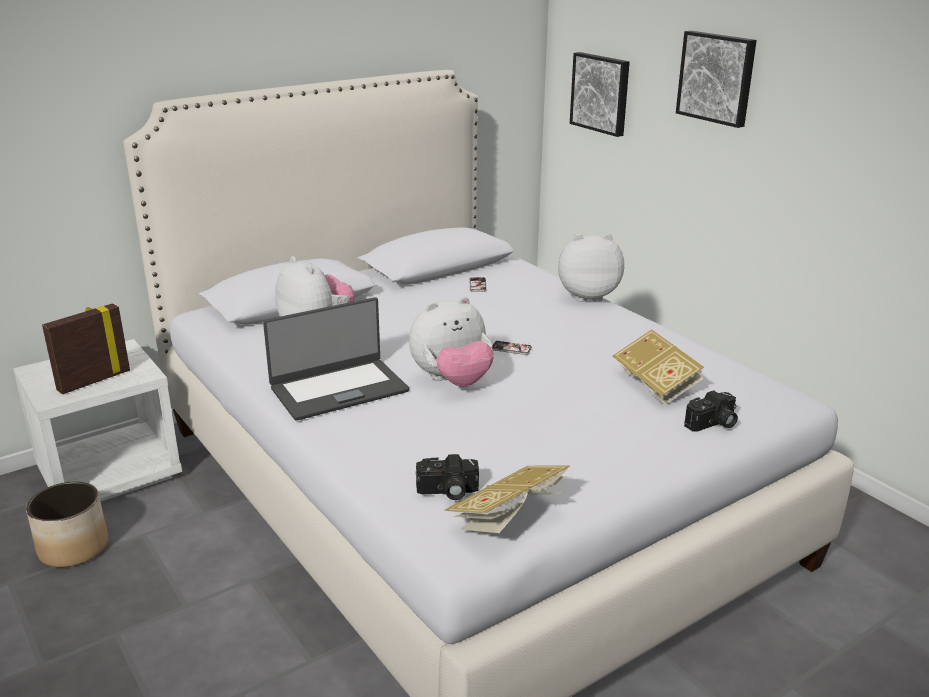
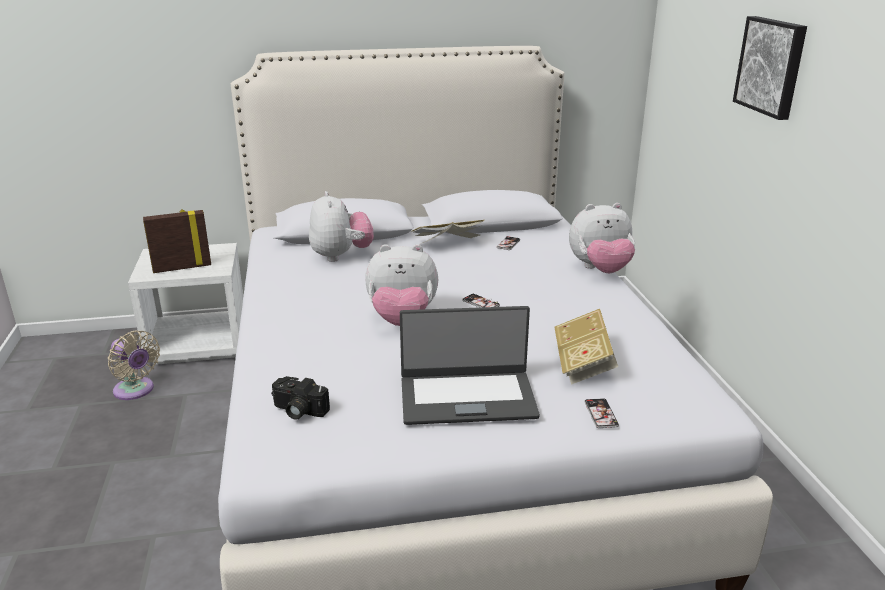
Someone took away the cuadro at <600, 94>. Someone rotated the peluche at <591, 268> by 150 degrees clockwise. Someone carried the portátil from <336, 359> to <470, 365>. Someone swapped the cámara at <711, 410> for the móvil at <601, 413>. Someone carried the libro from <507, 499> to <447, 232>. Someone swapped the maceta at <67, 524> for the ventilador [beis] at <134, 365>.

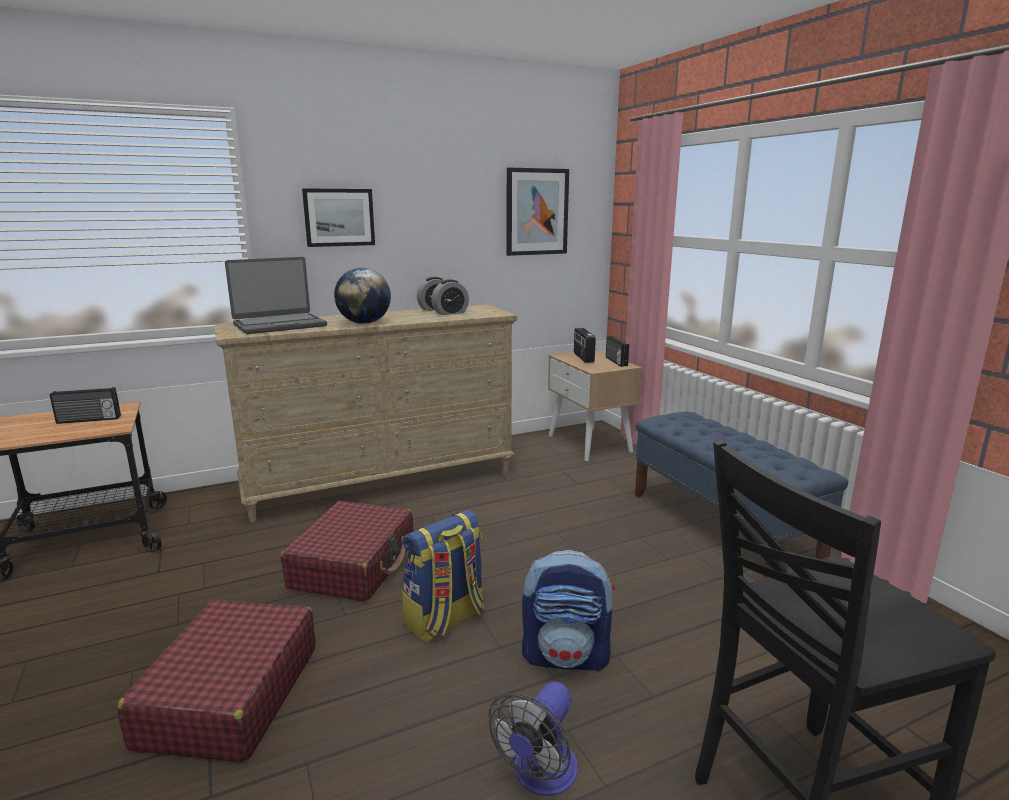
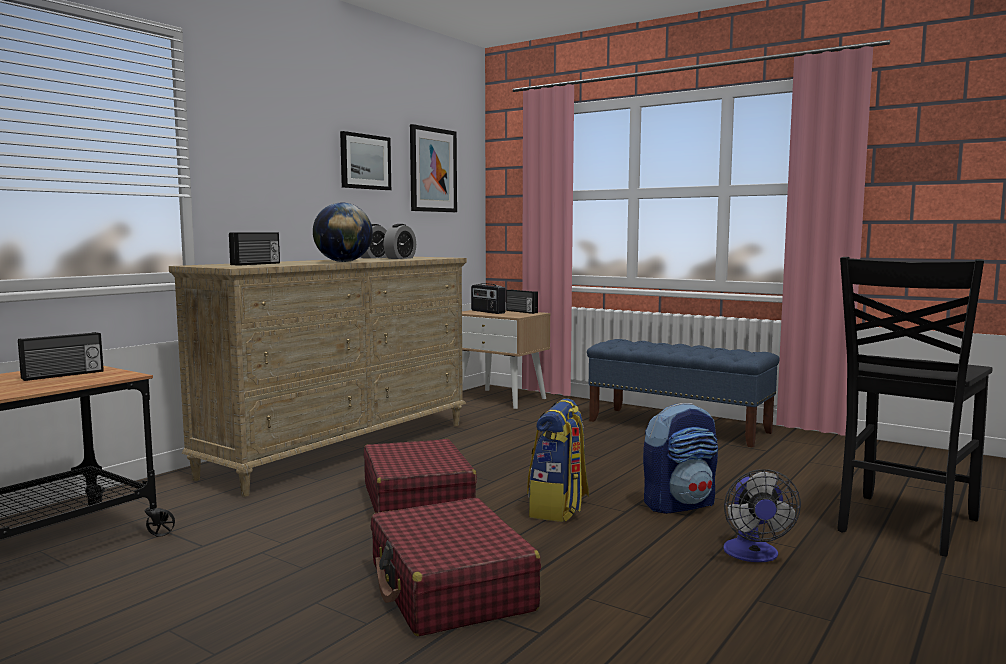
Someone carried the cuadro from <338, 217> to <365, 160>. Someone swapped the portátil at <276, 295> for the radio at <254, 249>.

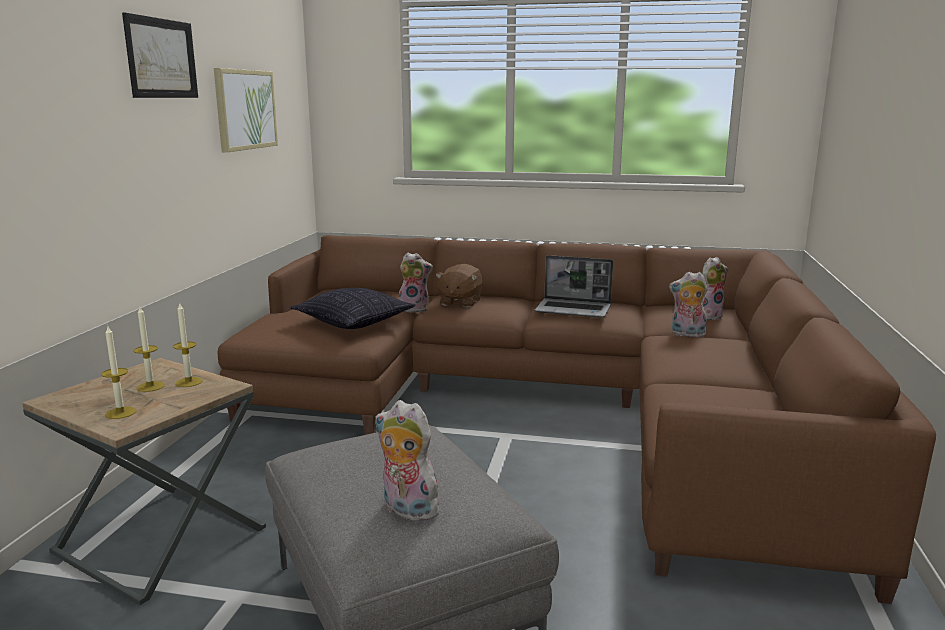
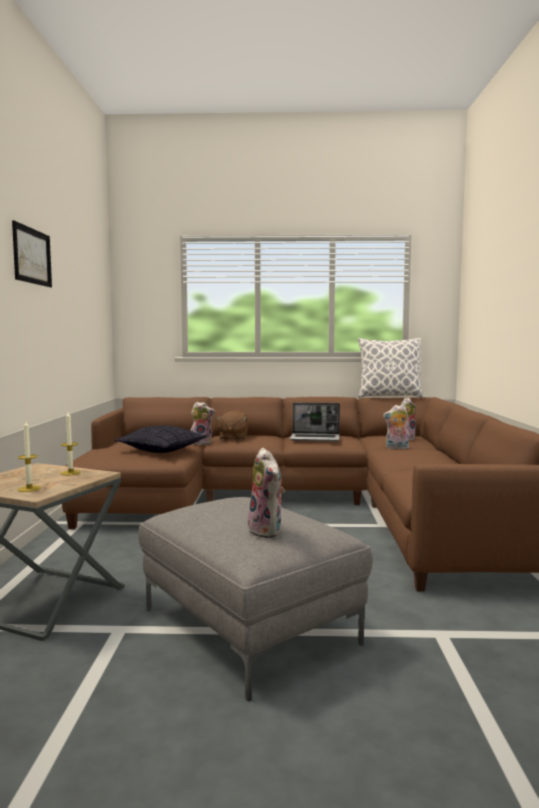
Someone took away the cuadro at <246, 110>. Someone took away the vela at <149, 349>. Someone rotated the peluche at <409, 460> by 135 degrees counterclockwise. Someone put down the cojín at <390, 368>.

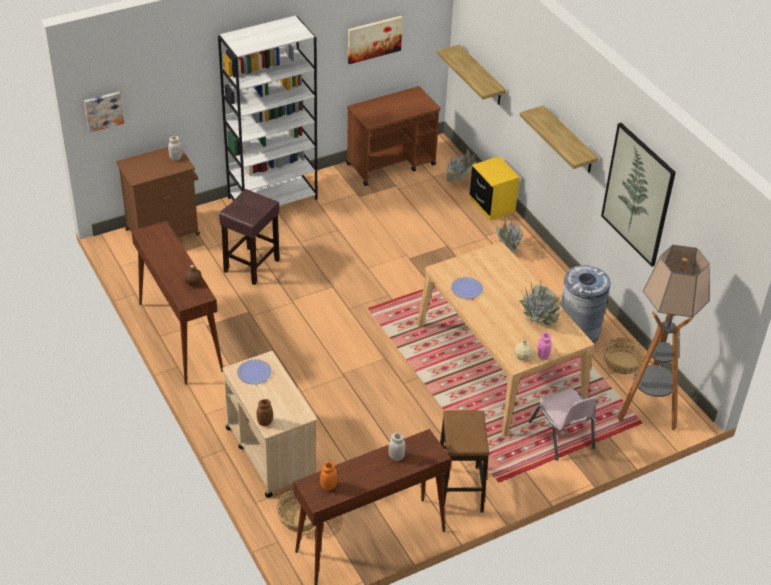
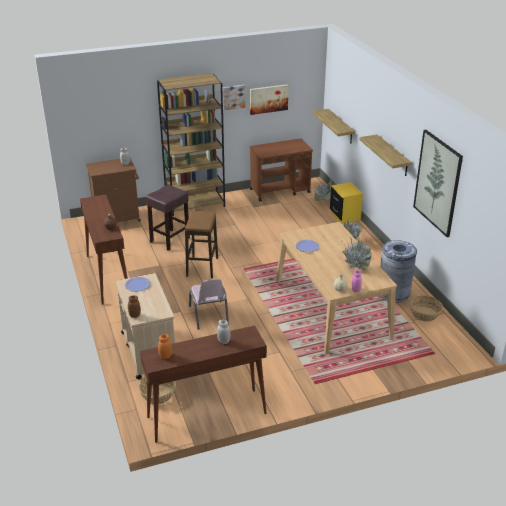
Someone repainted the estantería [blanco] at <267, 111>, which became the estantería [marrón] at <191, 144>. Someone carried the cuadro from <104, 112> to <234, 97>. Someone took away the lámpara de pie at <663, 337>. Someone carried the silla [rosa] from <563, 425> to <209, 304>. Someone carried the taburete from <464, 461> to <201, 244>.

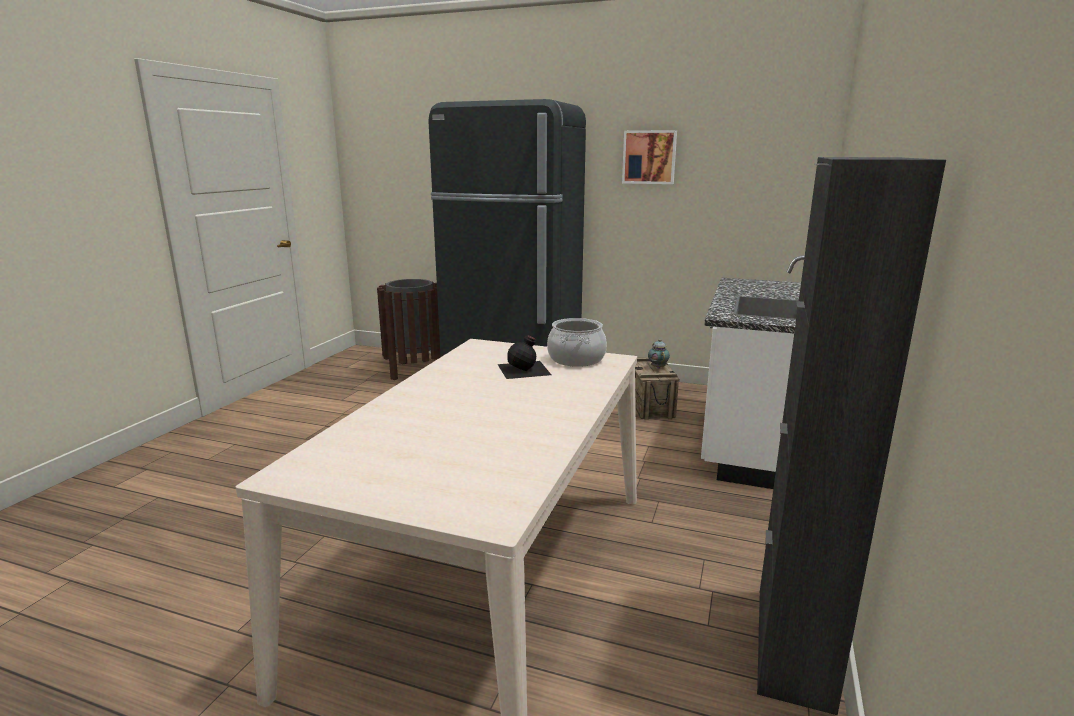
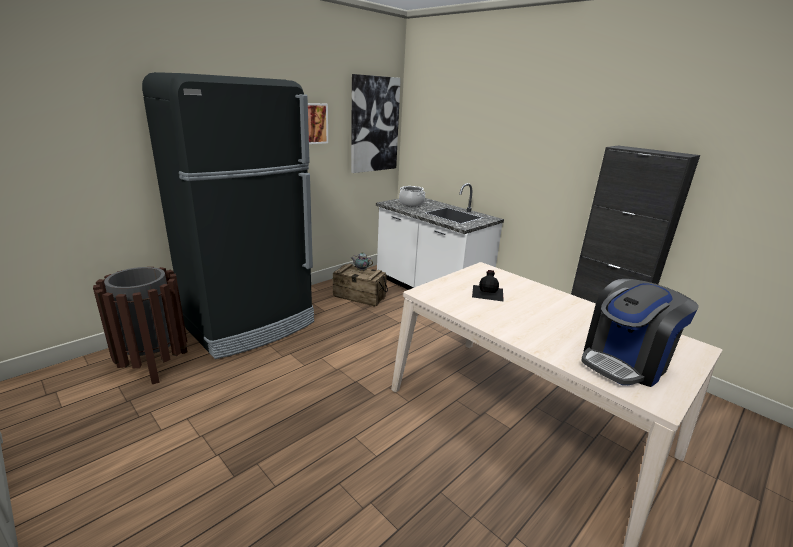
Someone carried the olla from <577, 342> to <412, 196>. Someone put up the cuadro at <376, 123>. Someone put down the cafetera at <640, 333>.

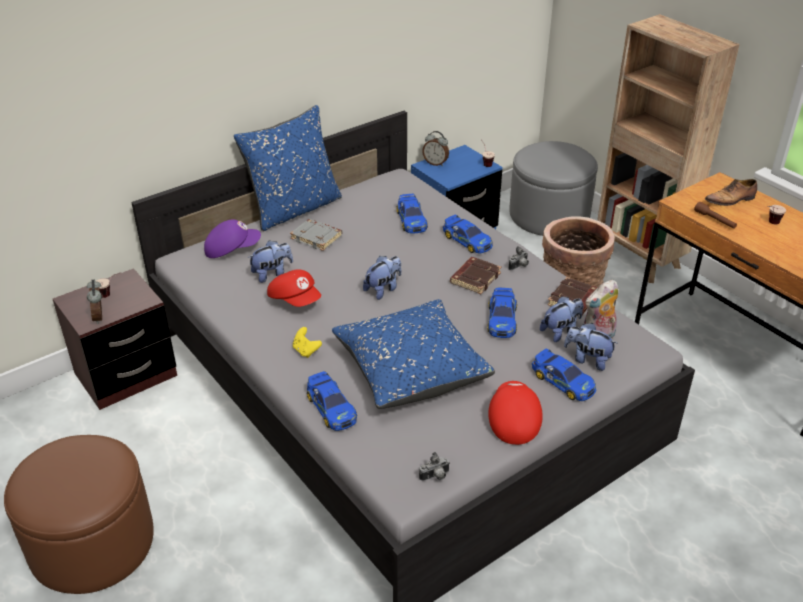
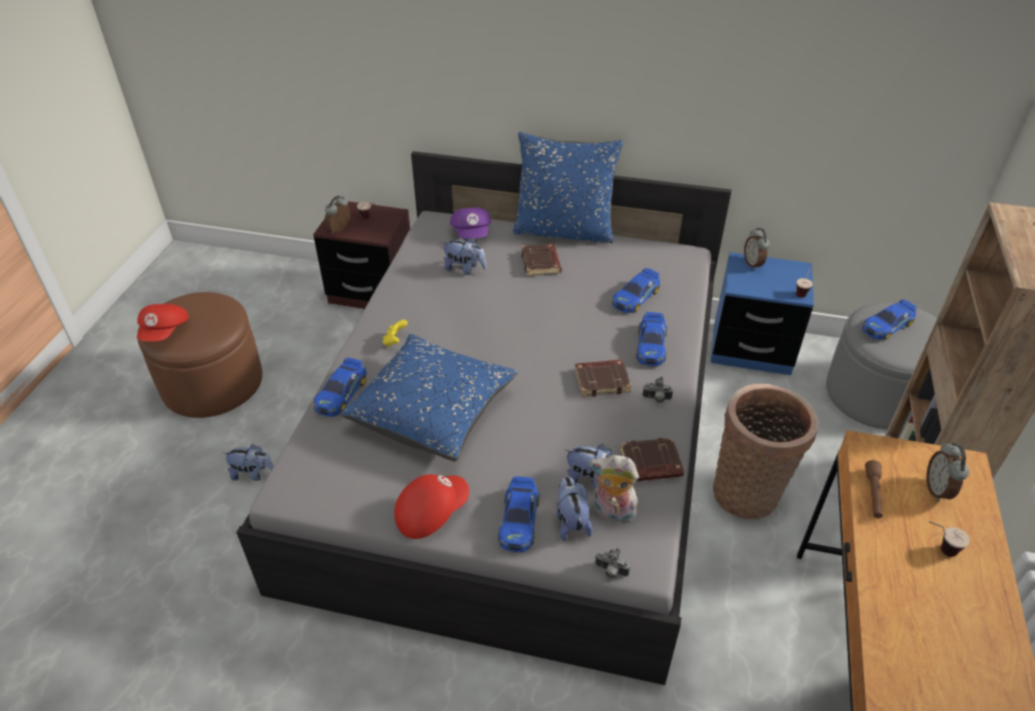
Someone swapped the zapato at <731, 192> for the despertador at <947, 472>. Someone rotated the gorra [morado] at <232, 238> by 45 degrees clockwise. Someone repainted the libro [gris] at <316, 235>, which became the libro [marrón] at <541, 259>. Someone carried the peluche from <382, 278> to <248, 462>. Someone carried the gorra [rojo] from <294, 288> to <163, 322>. Someone carried the coche de juguete from <502, 312> to <889, 319>. Someone carried the cámara from <434, 466> to <612, 563>.

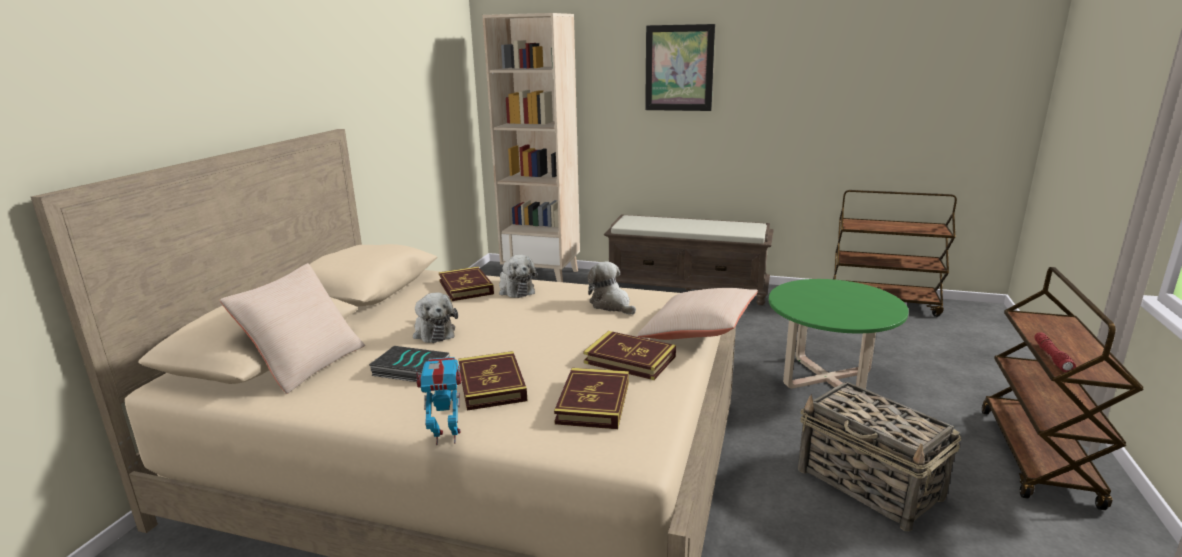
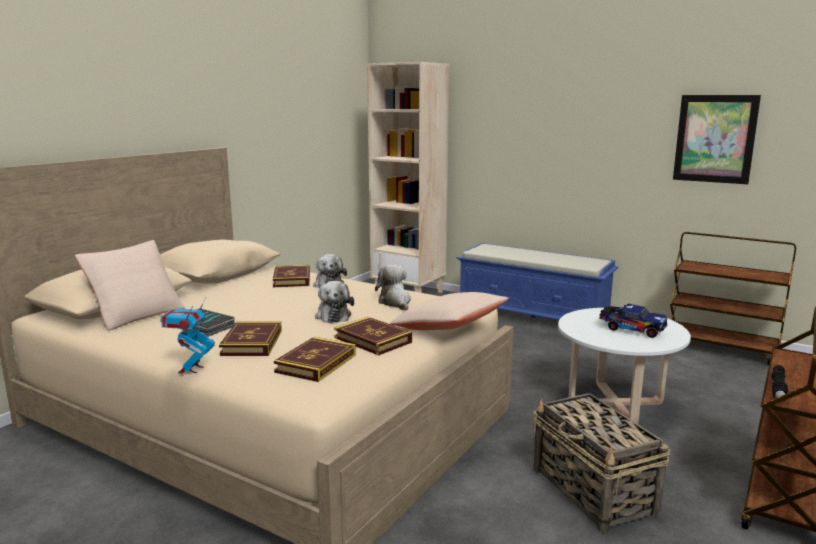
Someone carried the cuadro from <680, 67> to <717, 139>. Someone repainted the banco [marrón] at <689, 259>, which became the banco [azul] at <538, 281>. Someone repainted the mesa de centro [verde] at <839, 334>, which became the mesa de centro [blanco] at <624, 366>. Someone carried the peluche from <435, 318> to <334, 302>. Someone repainted the linterna [rojo] at <1055, 352>, which became the linterna [negro] at <780, 383>. Someone rotated the robot de juguete at <437, 401> by 90 degrees counterclockwise. Someone put down the camión de juguete at <633, 320>.

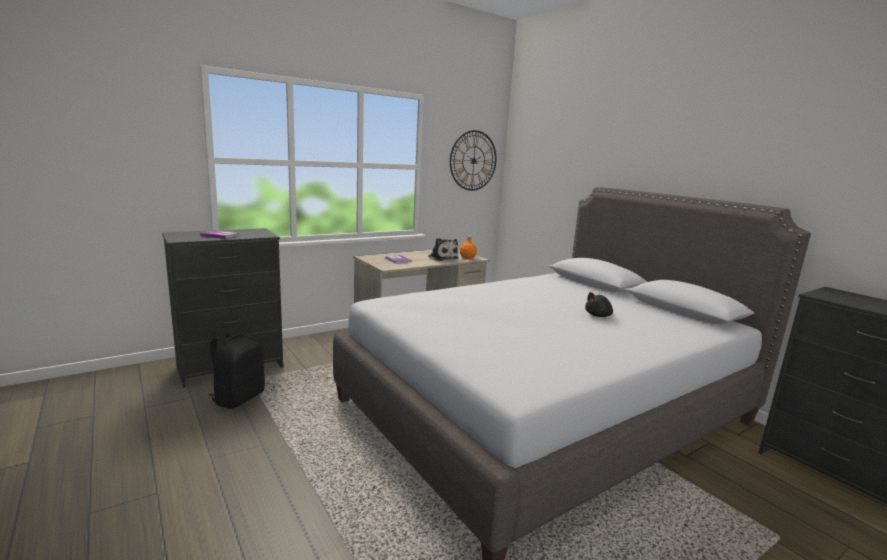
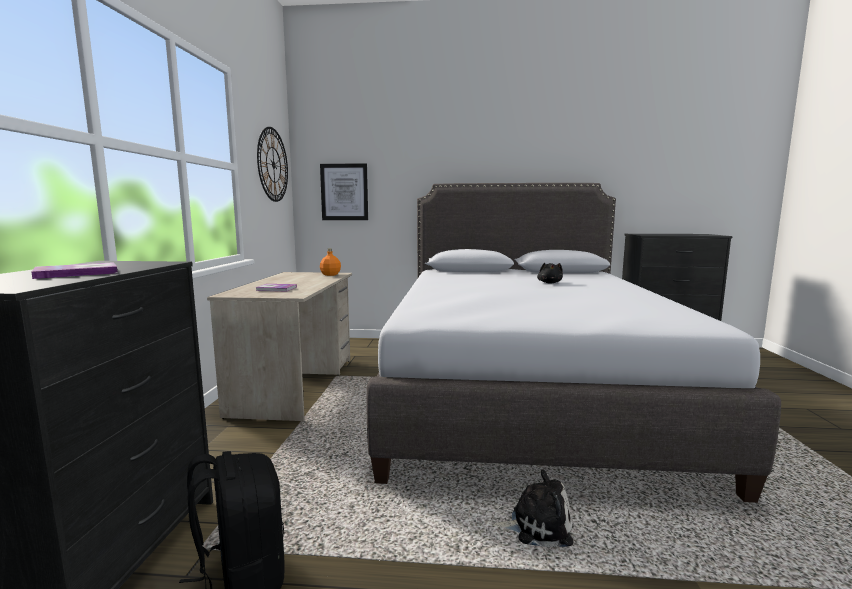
Someone carried the peluche from <443, 249> to <533, 509>. Someone put up the cuadro at <344, 191>.

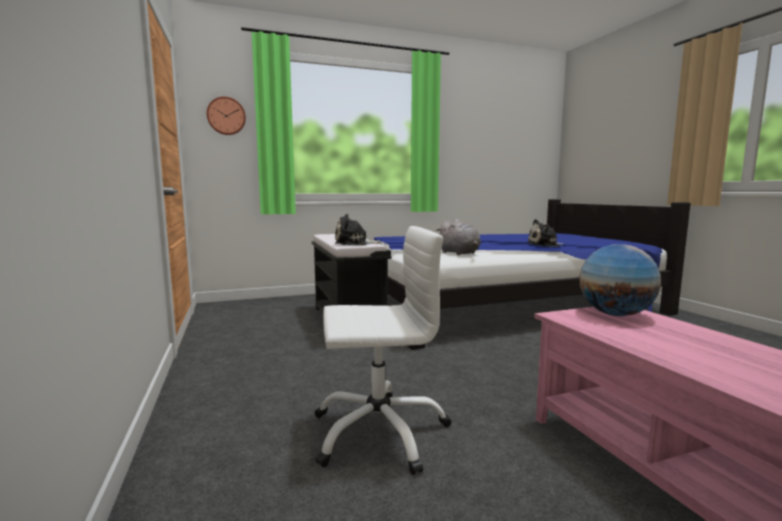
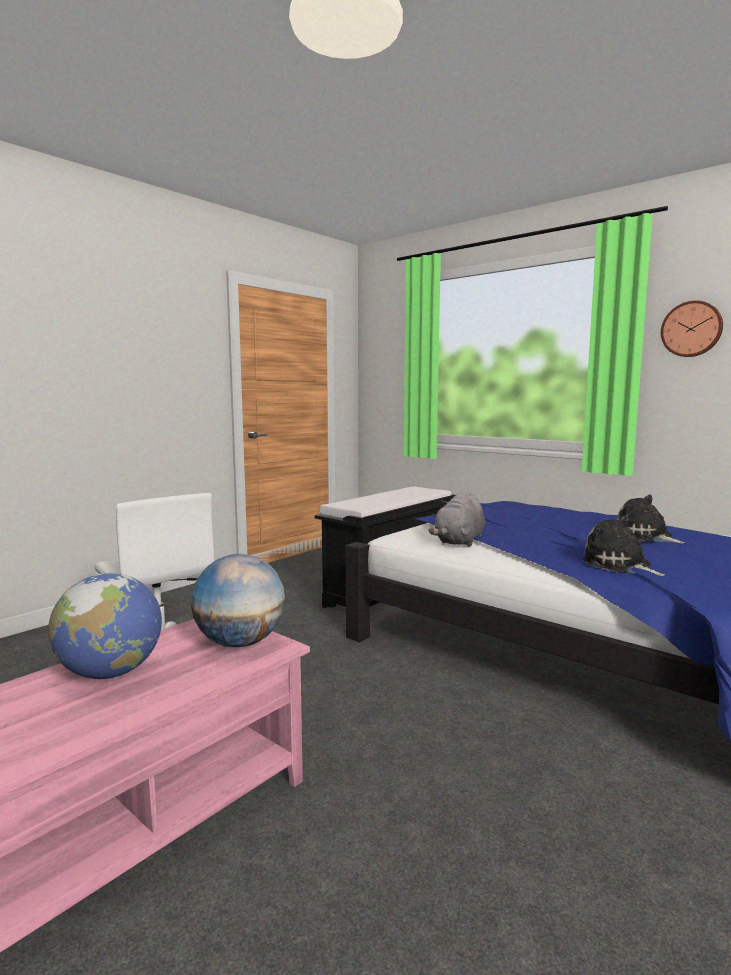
Someone carried the reloj de pared from <226, 116> to <692, 329>. Someone carried the peluche from <357, 229> to <651, 519>. Someone put down the globo terráqueo at <105, 626>.

